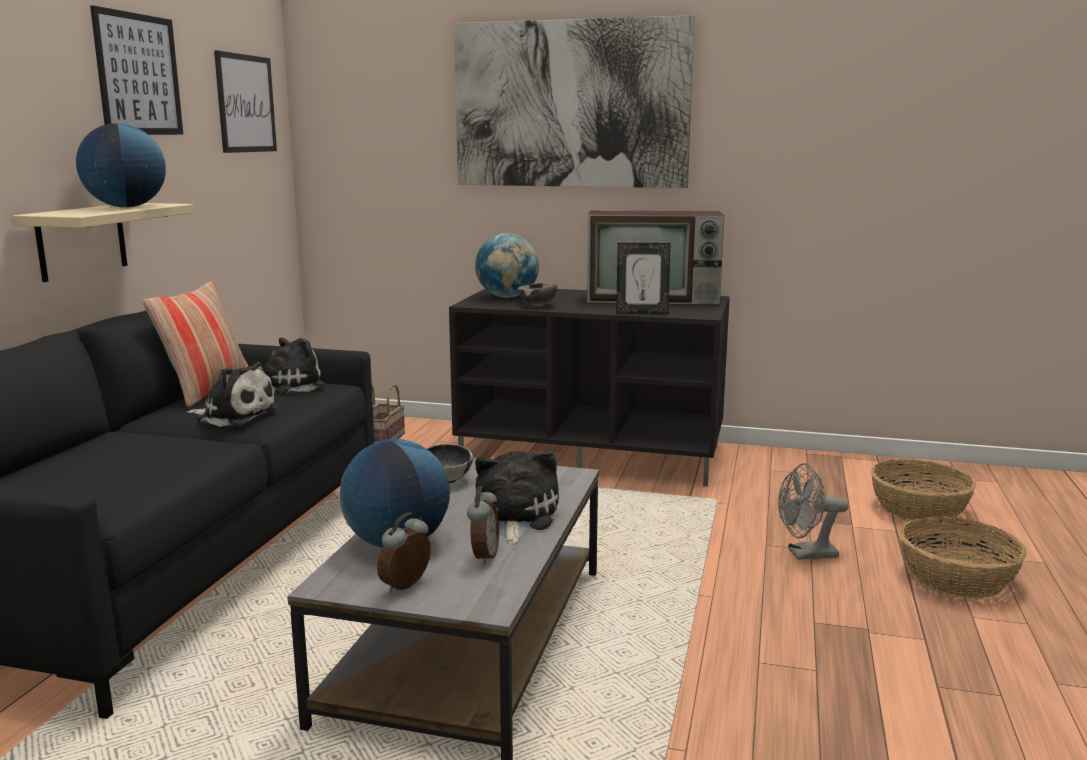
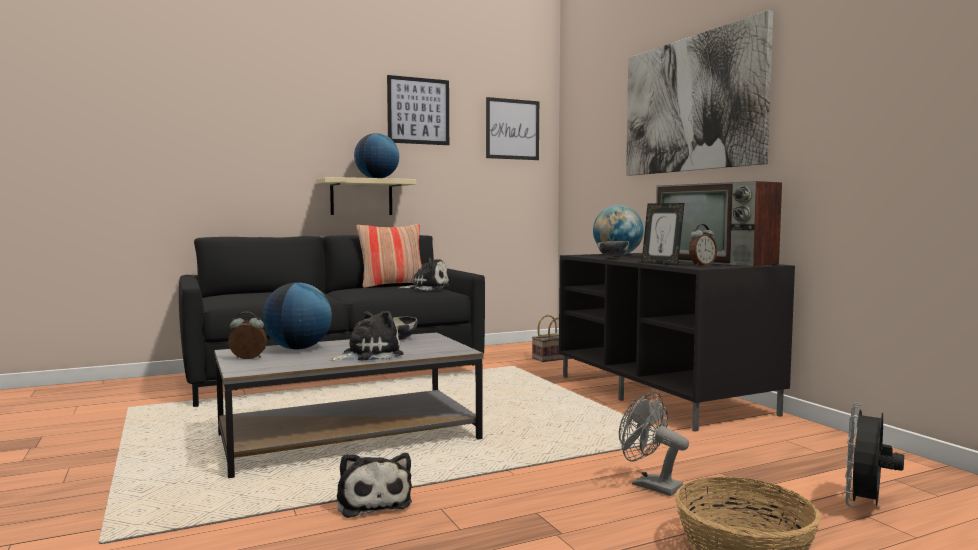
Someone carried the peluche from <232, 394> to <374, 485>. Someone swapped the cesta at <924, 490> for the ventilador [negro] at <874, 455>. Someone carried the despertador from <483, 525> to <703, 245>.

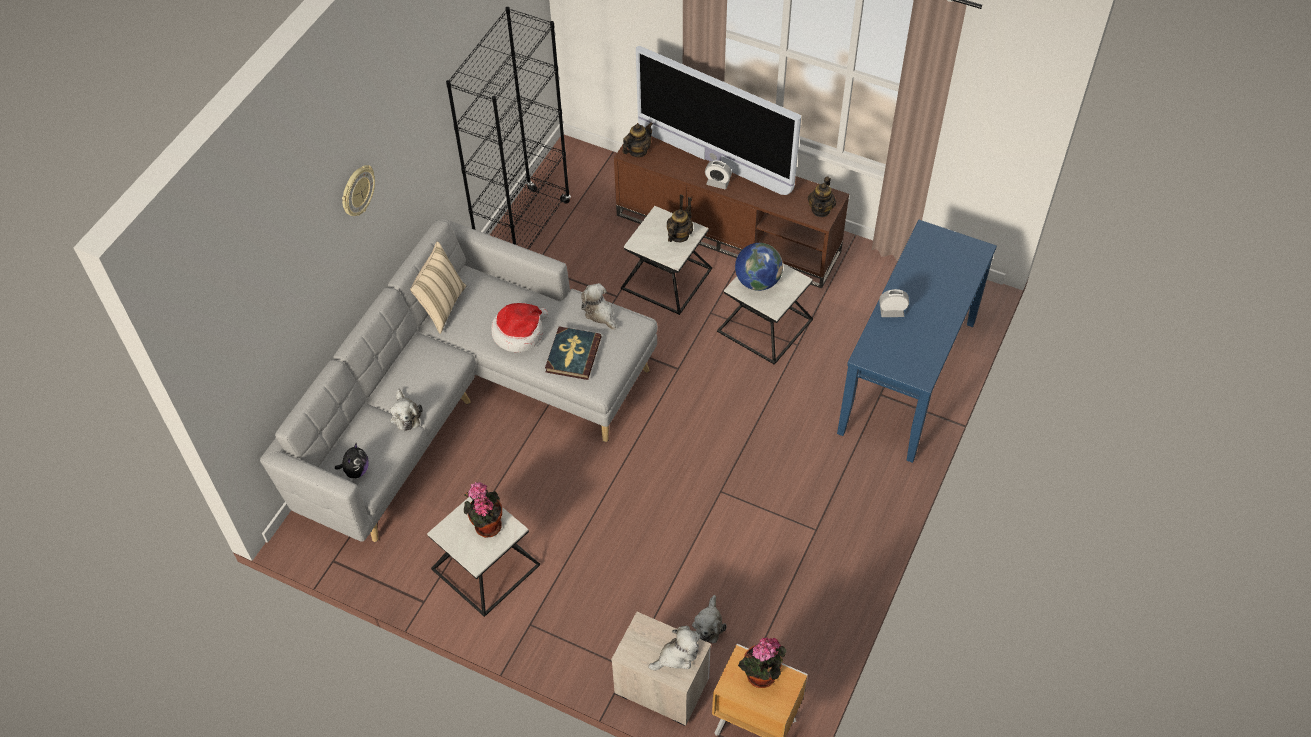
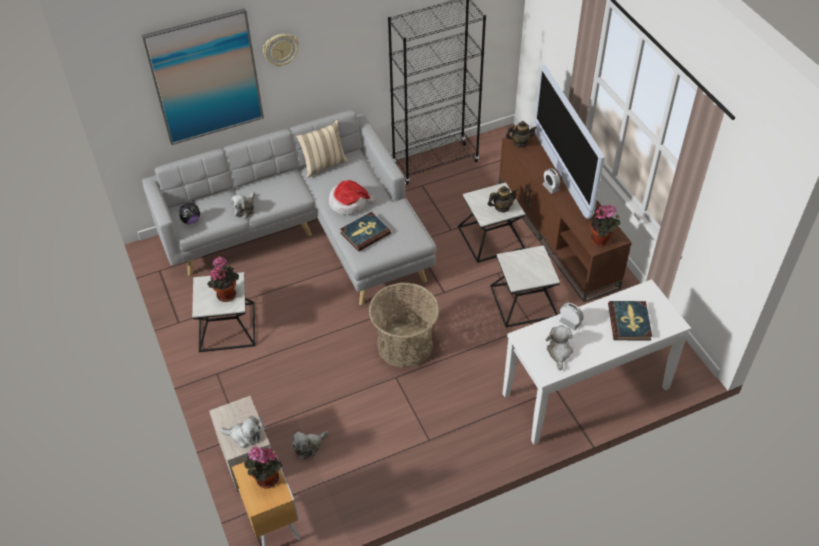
Someone swapped the tetera at <822, 197> for the planta en maceta at <605, 225>. Someone repainted the mesa consola [azul] at <917, 341>, which became the mesa consola [blanco] at <597, 362>. Someone took away the globo terráqueo at <759, 267>. Someone carried the peluche from <598, 306> to <559, 347>. Someone put up the cuadro at <203, 76>. Someone put down the cesta at <404, 325>. Someone put down the libro at <630, 320>.

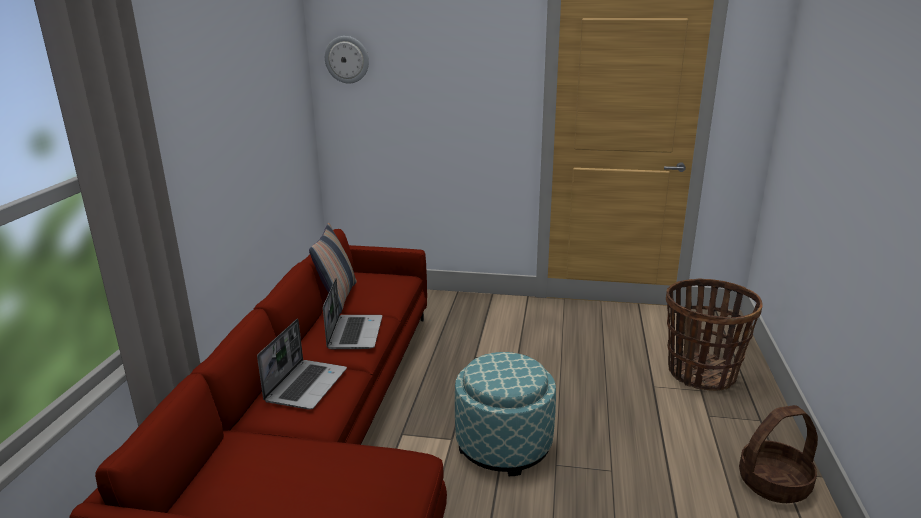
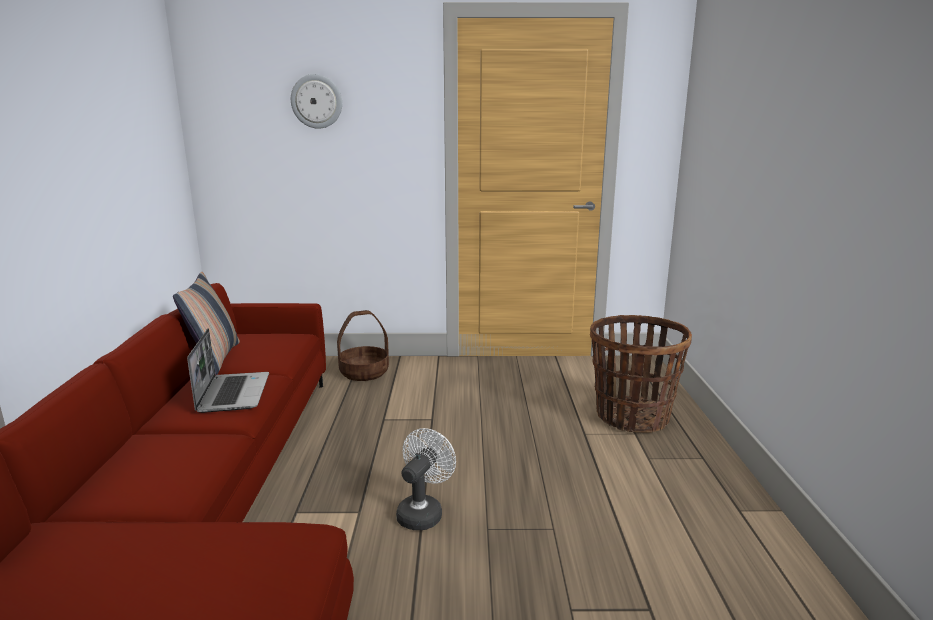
Someone carried the reloj de pared from <347, 59> to <316, 101>. Someone took away the portátil at <302, 364>. Someone swapped the puf at <505, 414> for the ventilador [blanco] at <426, 479>. Someone carried the cesta from <778, 454> to <363, 345>.

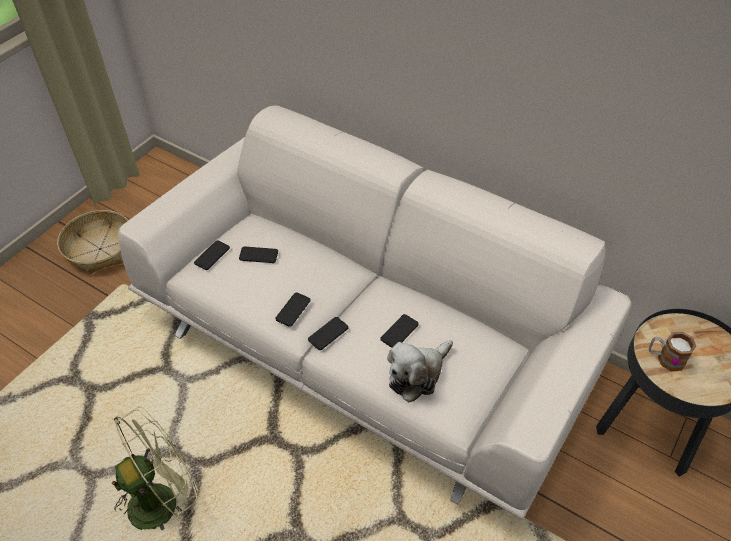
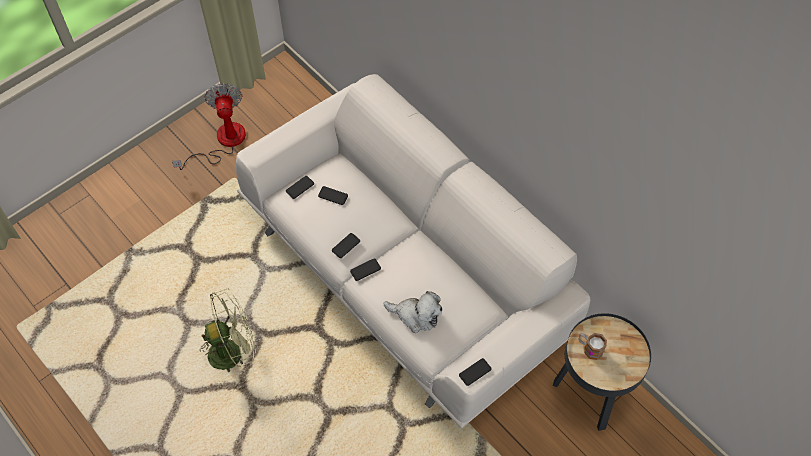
Someone swapped the cesta at <92, 242> for the ventilador at <209, 126>. Someone carried the móvil from <399, 331> to <475, 372>. Someone rotated the peluche at <420, 371> by 135 degrees counterclockwise.

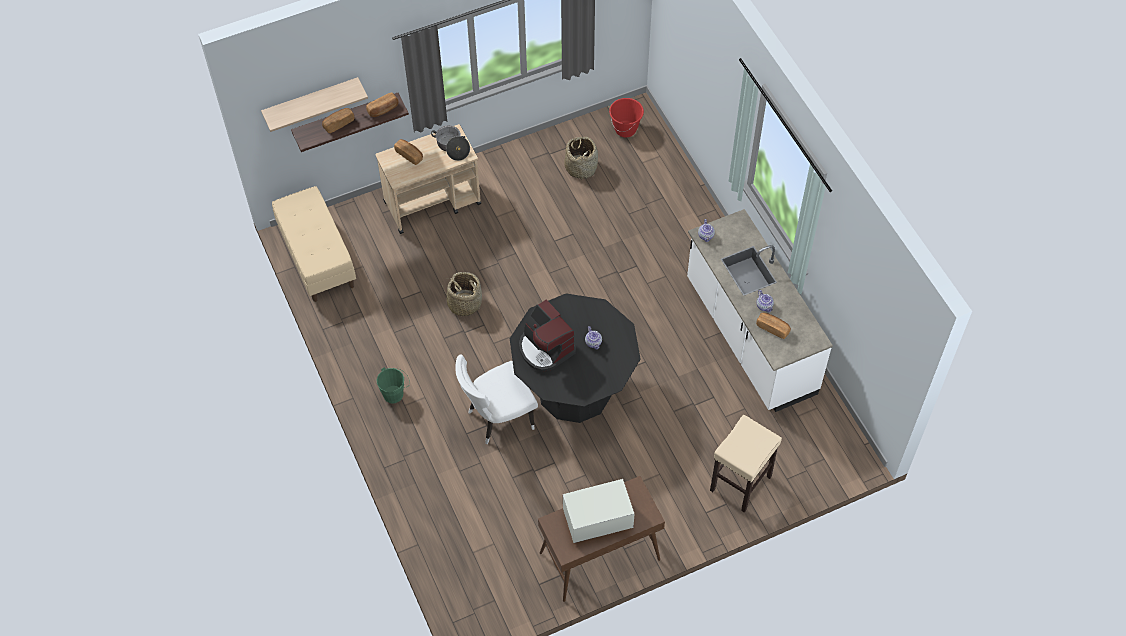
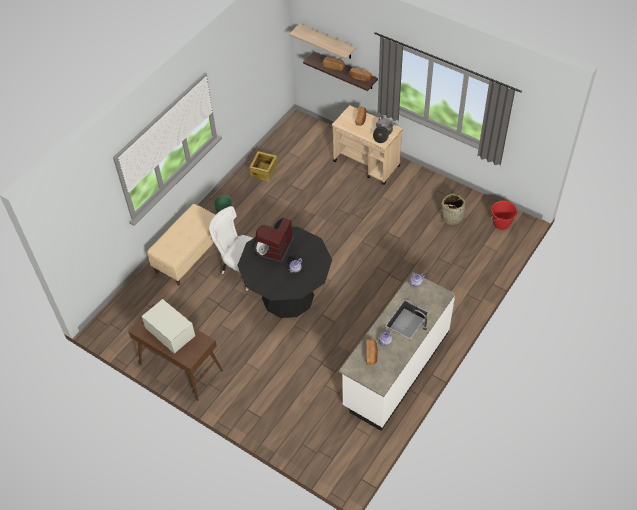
Someone carried the banco [beis] from <314, 244> to <181, 245>. Someone took away the cesta at <462, 294>. Someone took away the taburete [beis] at <746, 464>. Someone put down the caja de embalaje at <263, 166>.

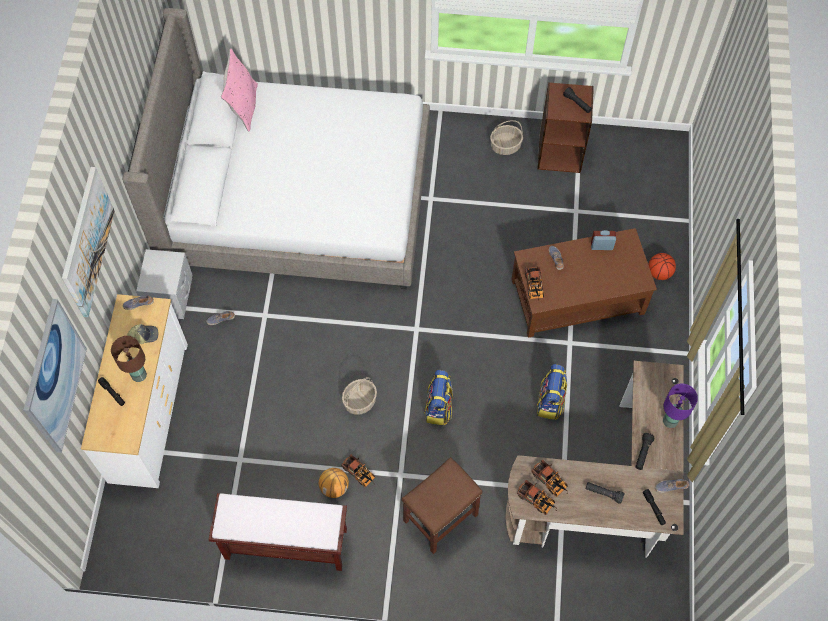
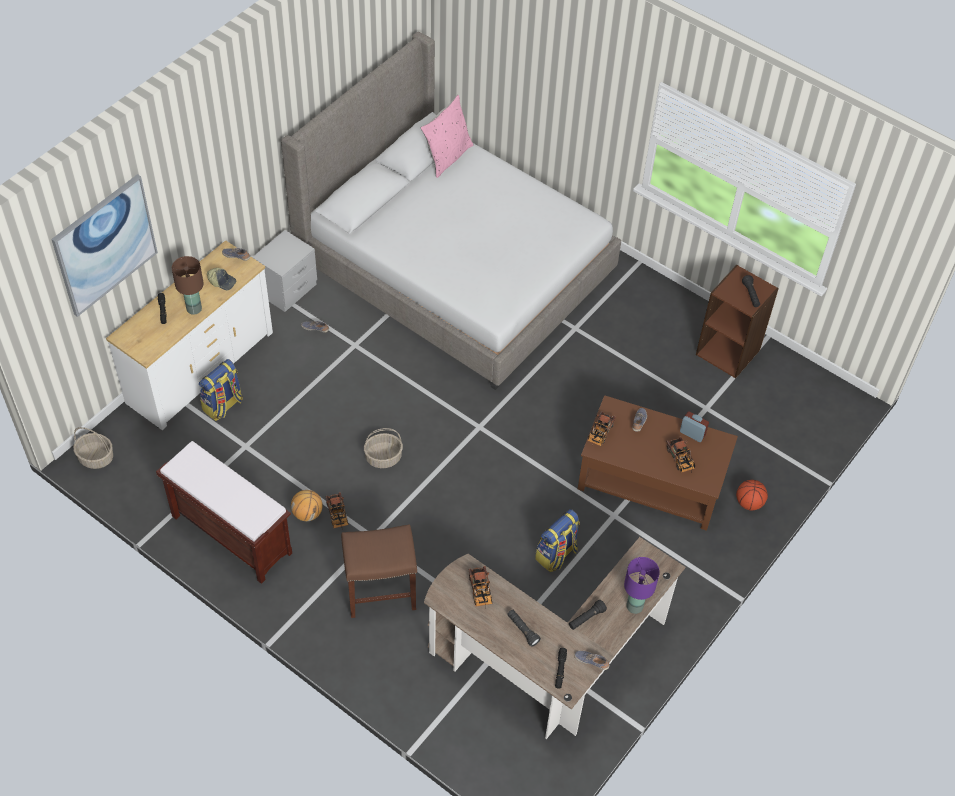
Someone carried the cesta from <506, 137> to <93, 448>. Someone took away the cuadro at <88, 242>. Someone carried the mochila from <439, 397> to <221, 390>. Someone carried the camión de juguete from <537, 497> to <680, 455>.

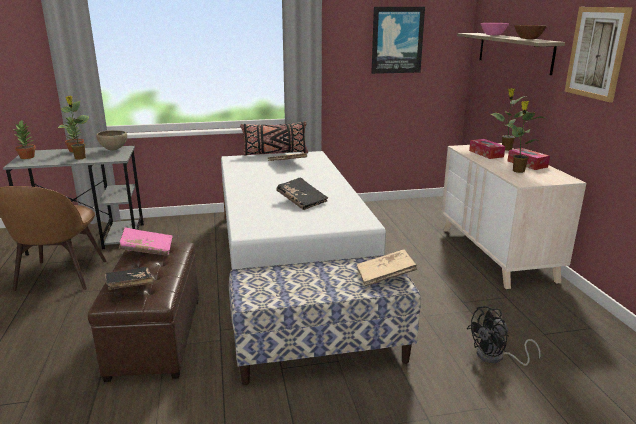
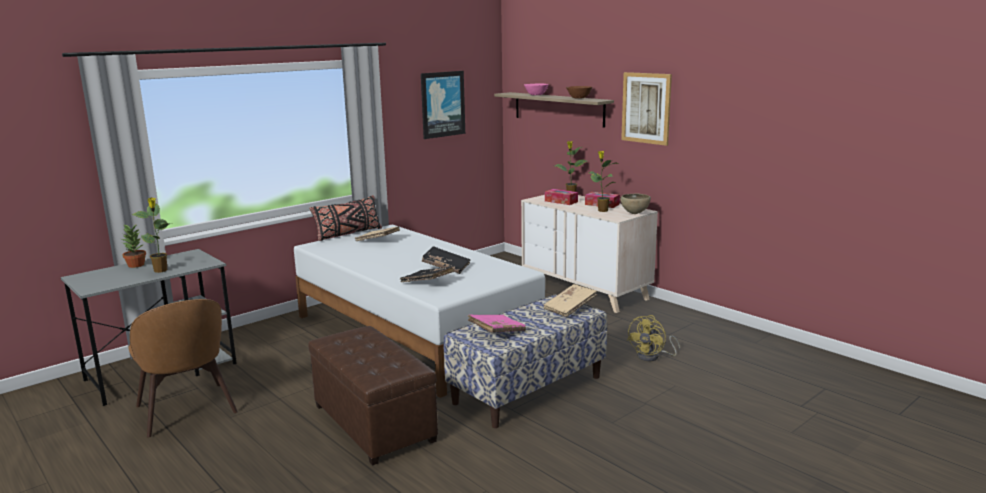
Someone took away the planta en maceta at <24, 139>. Someone carried the cuenco [marrón] from <111, 140> to <636, 204>. Someone carried the libro [rosa] from <146, 241> to <497, 323>. Someone carried the libro [negro] from <129, 278> to <427, 274>. Someone repainted the ventilador [negro] at <503, 336>, which became the ventilador [amarillo] at <653, 338>.

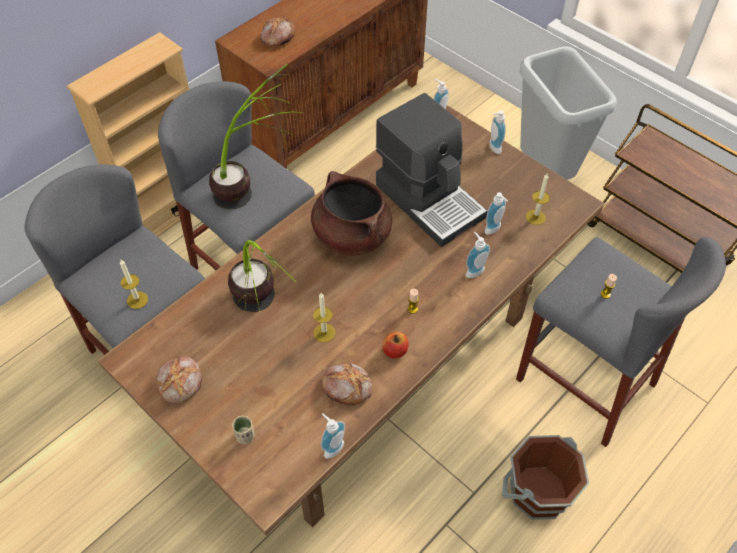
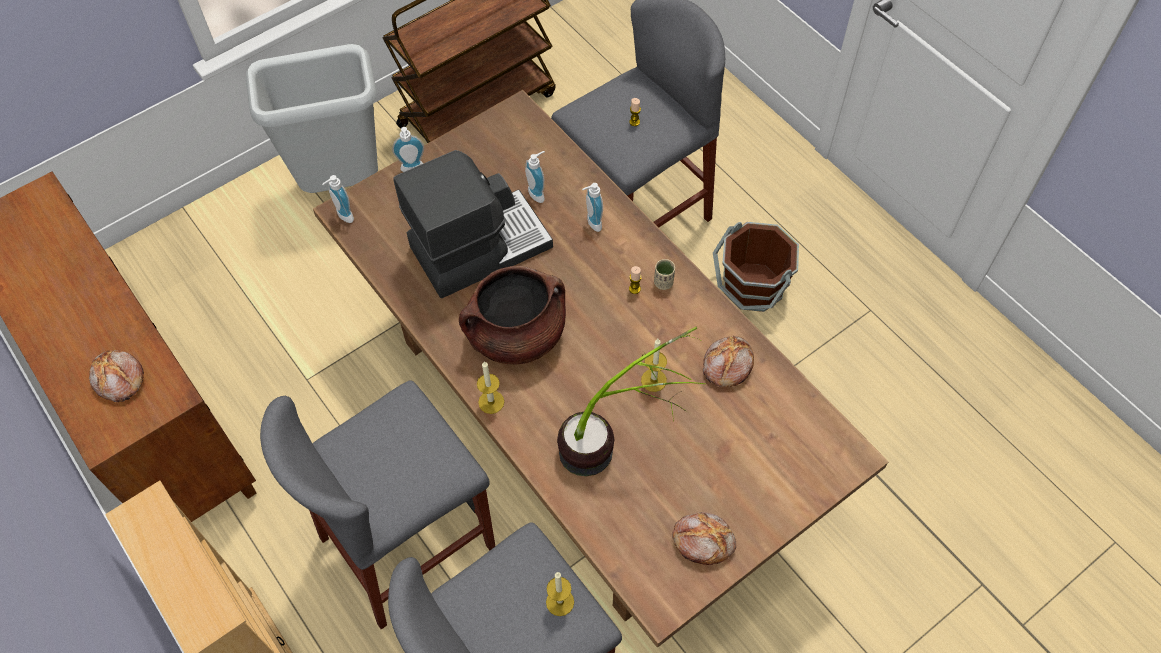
Someone took away the planta en maceta at <256, 136>. Someone carried the vela from <538, 199> to <490, 387>. Someone took away the manzana at <396, 345>. Someone took away the dispensador de jabón at <333, 436>. Someone carried the taza [beis] from <243, 430> to <664, 274>.

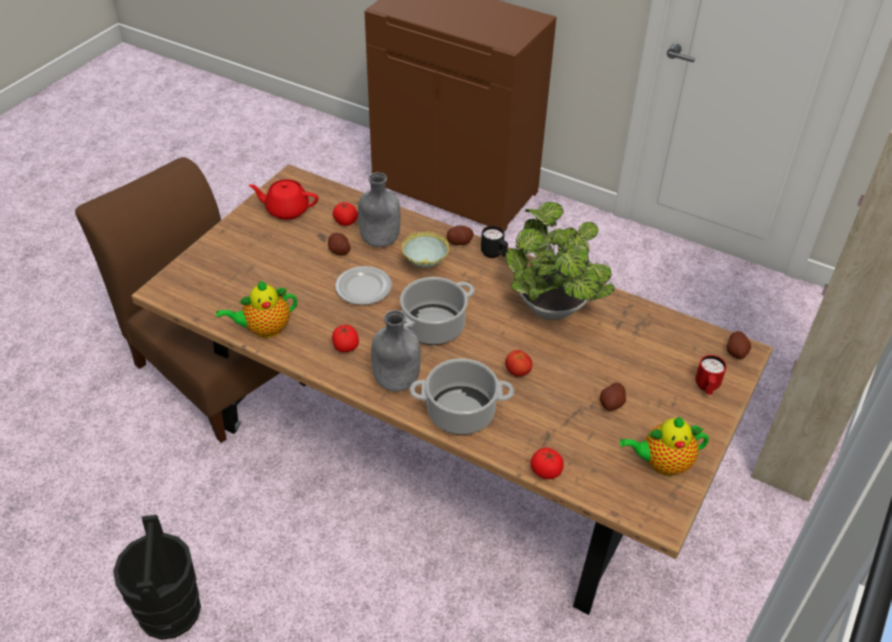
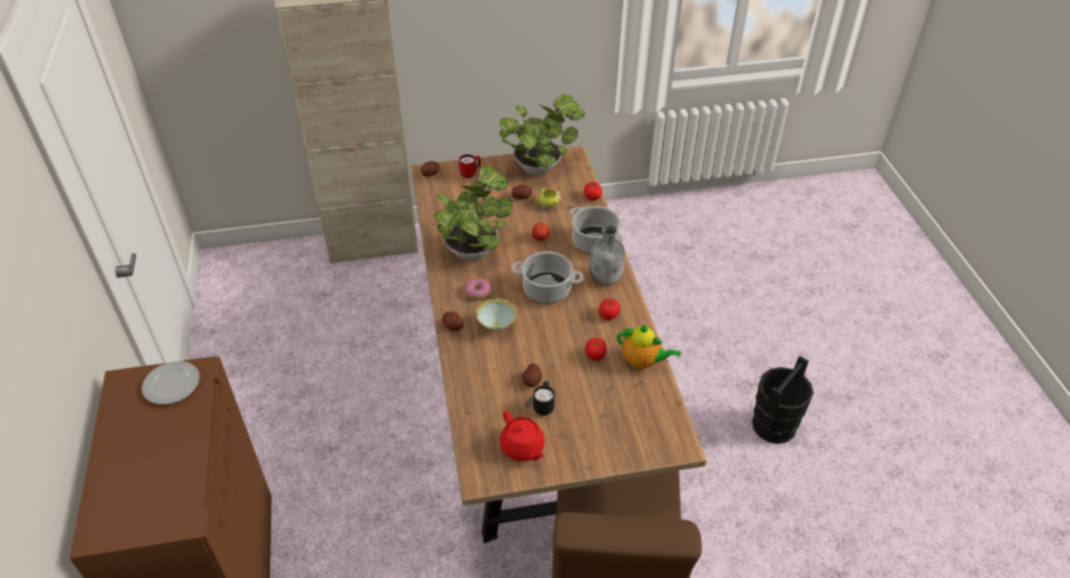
Someone took away the botella [gris] at <379, 209>. Someone carried the tomate from <345, 214> to <596, 349>. Someone carried the taza grande [negro] from <494, 242> to <544, 398>. Someone carried the plato from <363, 285> to <171, 383>. Someone swapped the tetera at <664, 446> for the planta en maceta at <542, 134>. Someone put down the taza grande [amarillo] at <548, 199>. Someone put down the rosquilla at <478, 289>.

